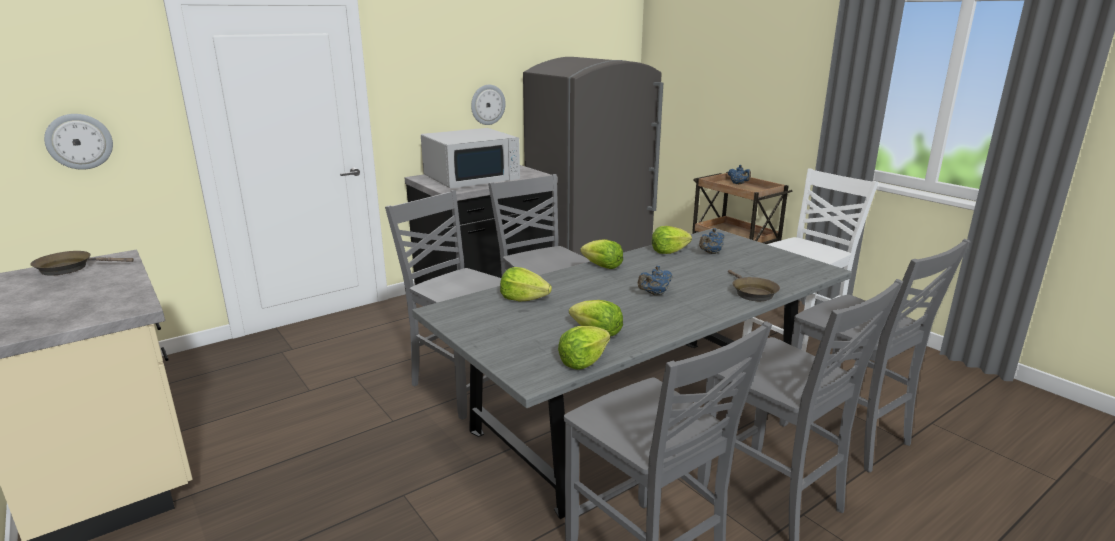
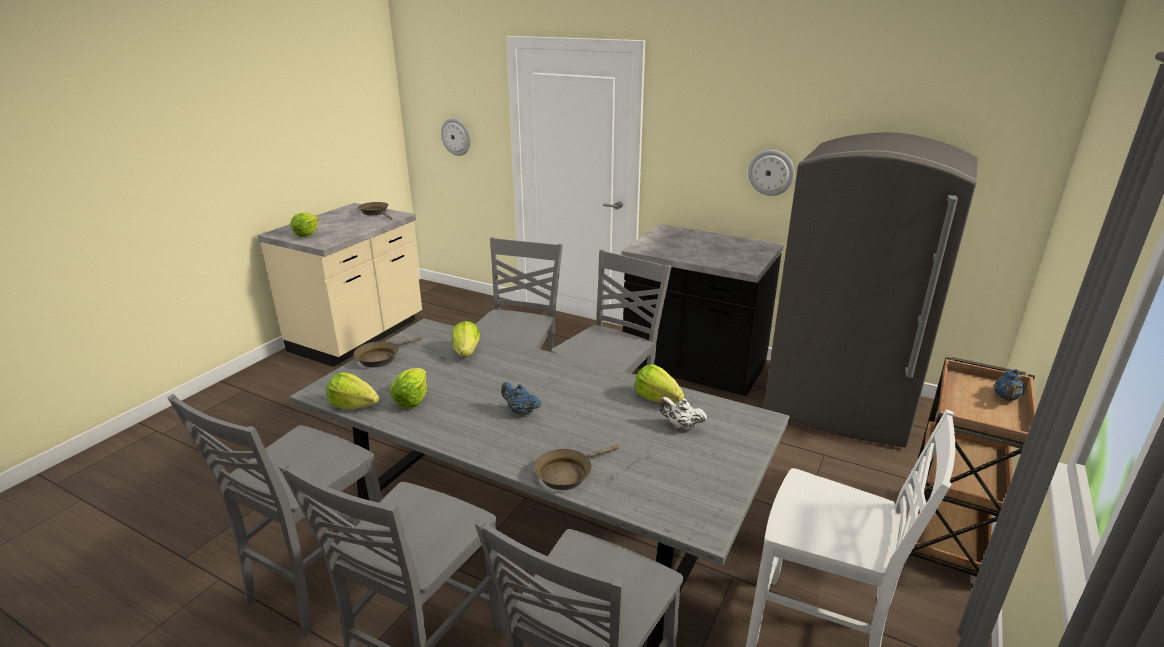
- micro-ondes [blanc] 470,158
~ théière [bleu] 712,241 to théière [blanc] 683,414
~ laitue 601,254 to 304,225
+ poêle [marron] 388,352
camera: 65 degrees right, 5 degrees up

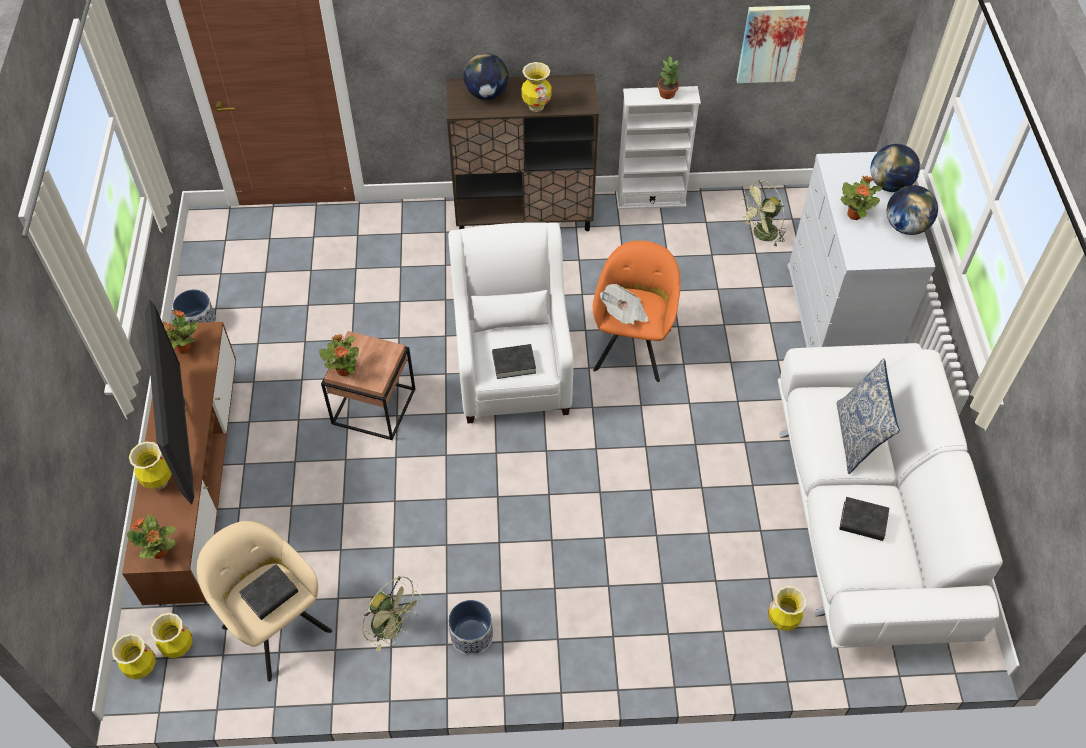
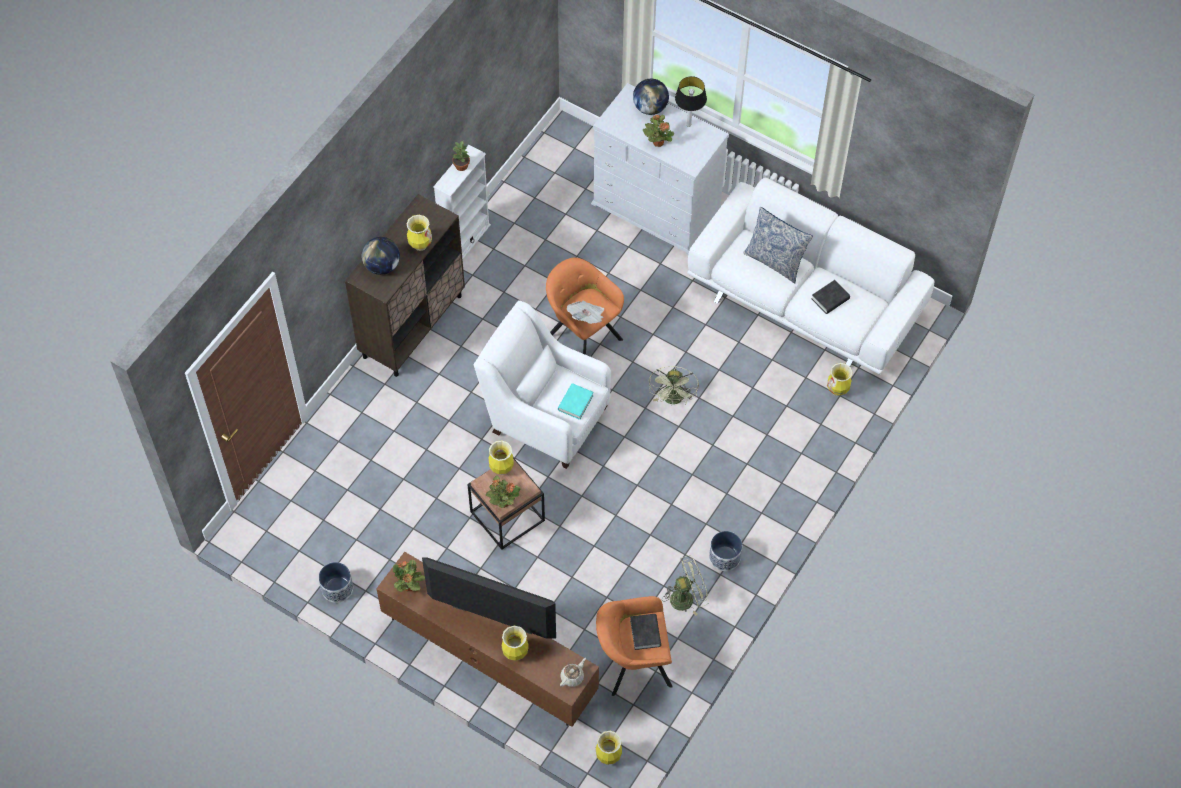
- tableau 773,44
~ ventilateur [vert] 763,213 to 674,386
~ globe 912,210 to lampe de table 691,101
~ livre [noir] 514,361 to livre [turquoise] 576,401
~ plante en pot 151,537 to théière [beige] 573,672
~ fauteuil [beige] 264,601 to fauteuil [orange] 634,646
~ vase 171,635 to 501,458
camera: 55 degrees left, 5 degrees up

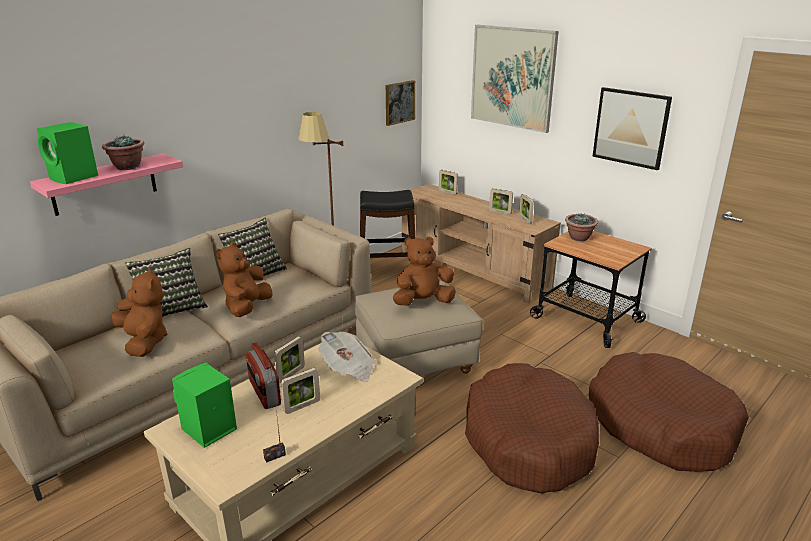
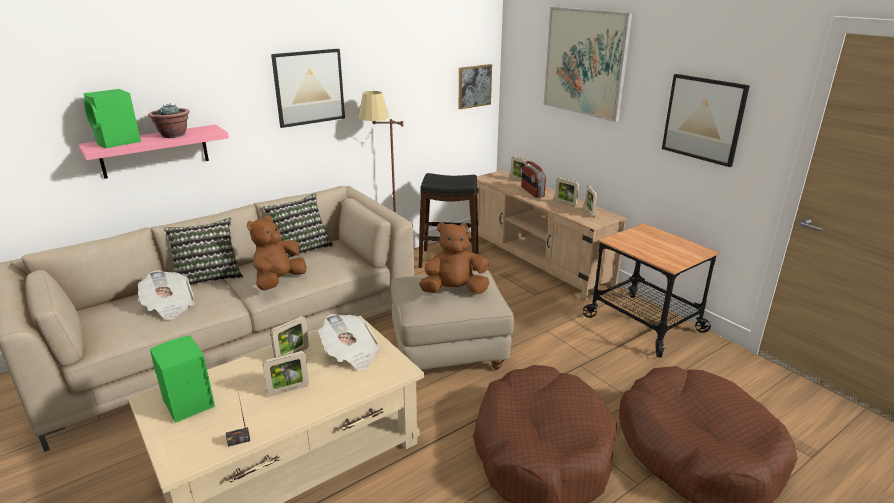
- plante en pot 581,227
~ peluche [marron] 139,312 to journal 166,295
~ radio 263,376 to 533,179
+ tableau 308,88
camera: 10 degrees right, 0 degrees up

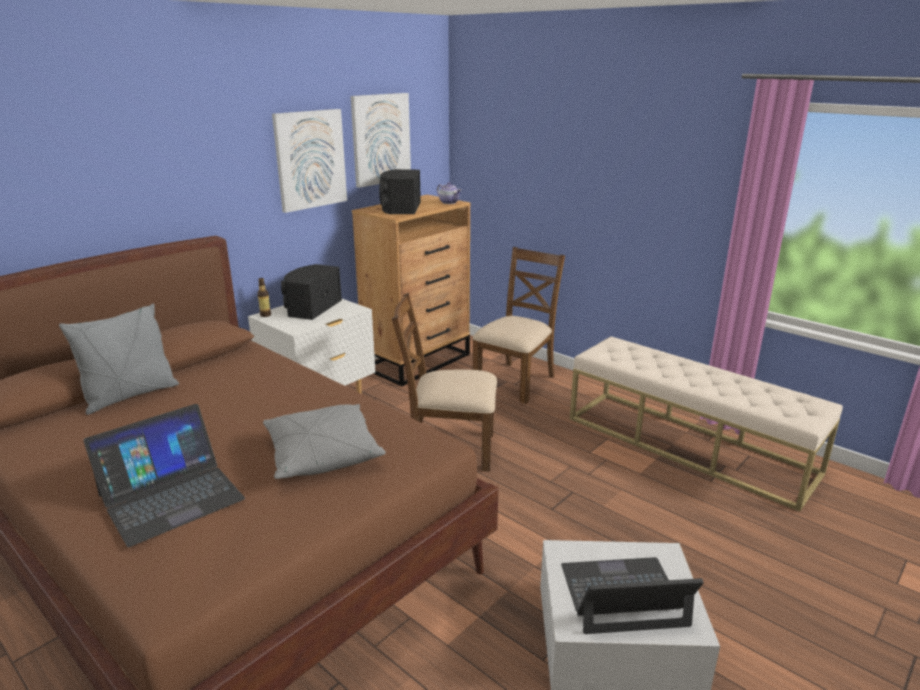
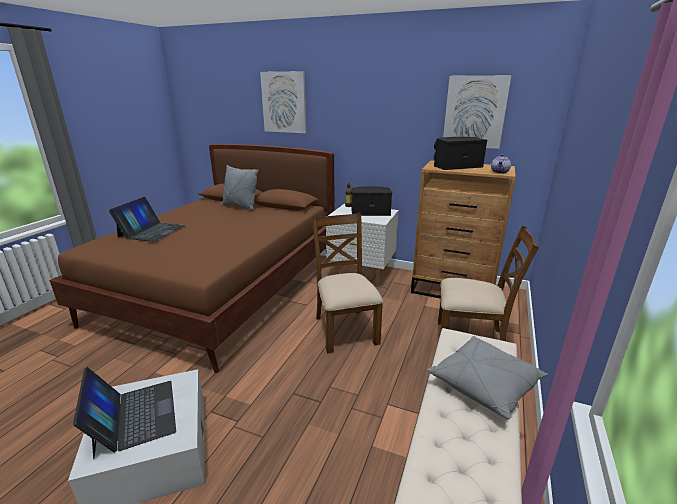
~ tableau 309,161 to 283,102
~ ordinateur portable 164,475 = 147,219 105 degrees counterclockwise
~ coussin [gris] 324,441 to 487,378
camera: 70 degrees right, 0 degrees up

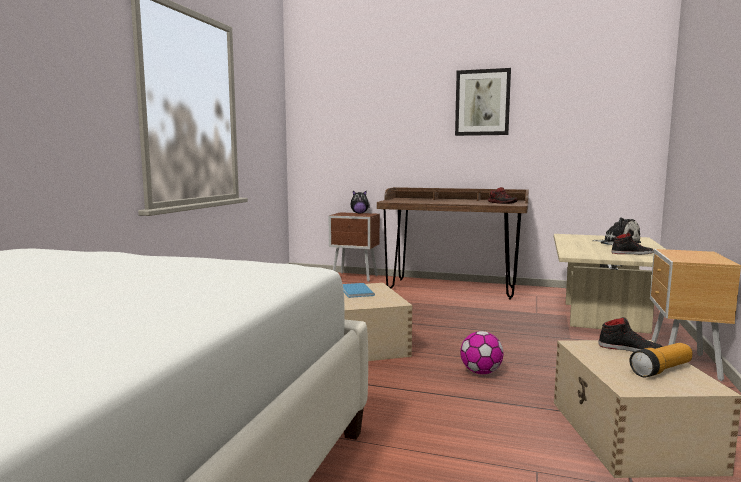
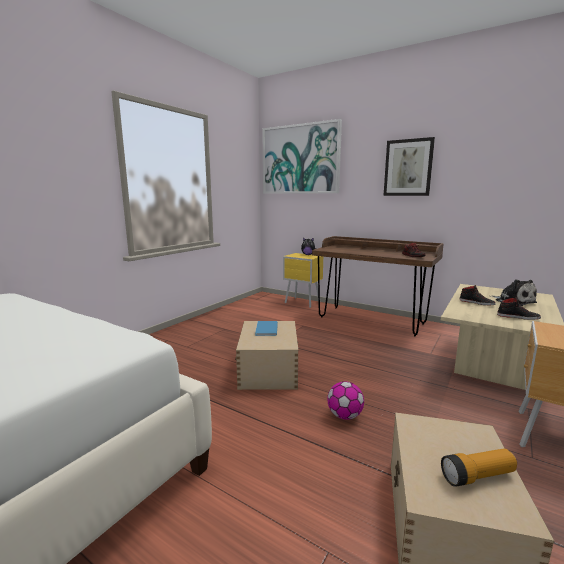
~ table de chevet [marron] 354,247 to table de chevet [jaune] 303,280
~ chaussure [noir] 630,334 to 477,295
+ tableau 302,156
camera: 15 degrees right, 5 degrees up

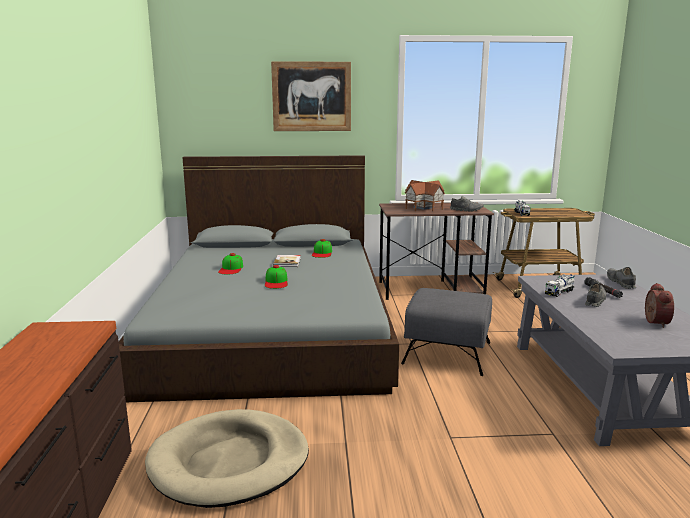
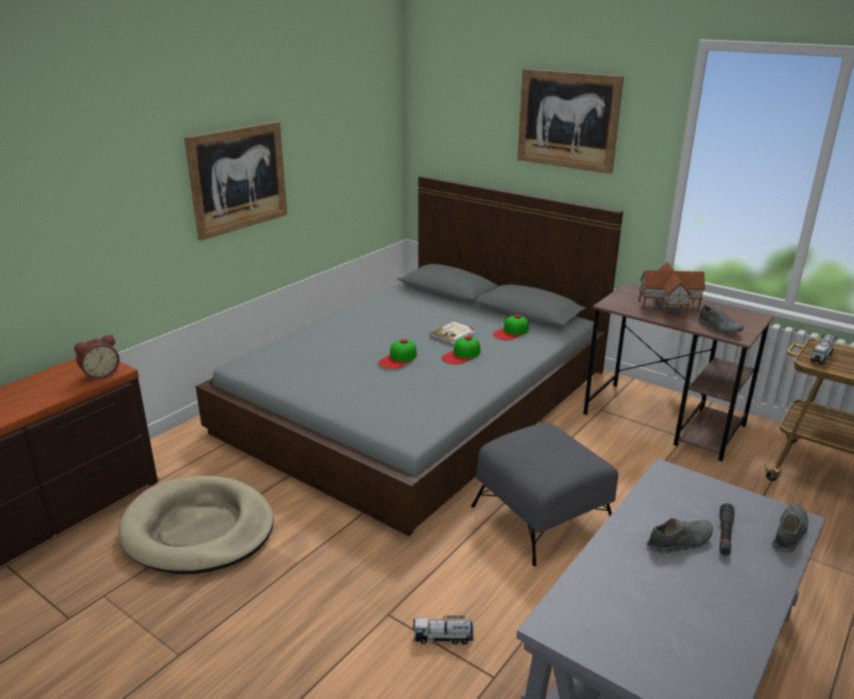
~ casquette 230,264 to 461,350
~ camion jouet 560,285 to 443,630
~ réveil 659,305 to 97,357
+ tableau 235,181
camera: 40 degrees right, 10 degrees up

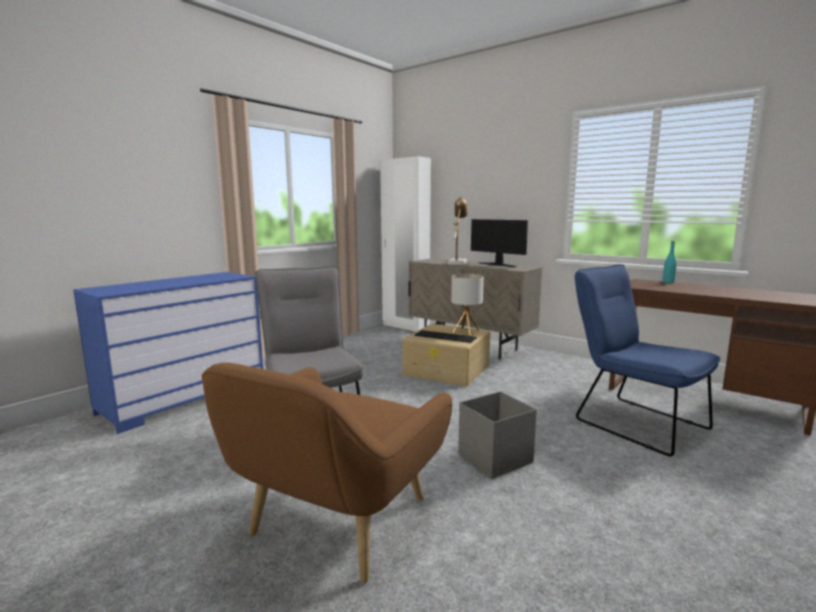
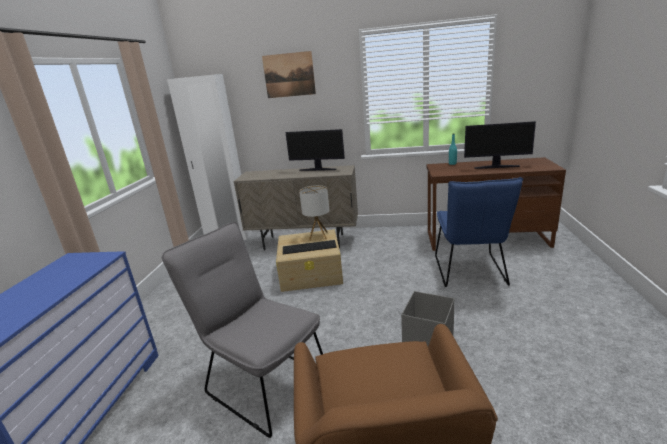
- lampe de table 458,231
~ chaise [bleu] 647,360 = 479,232 105 degrees counterclockwise
+ tableau 289,74
+ écran d'ordinateur 500,145
camera: 30 degrees left, 10 degrees up

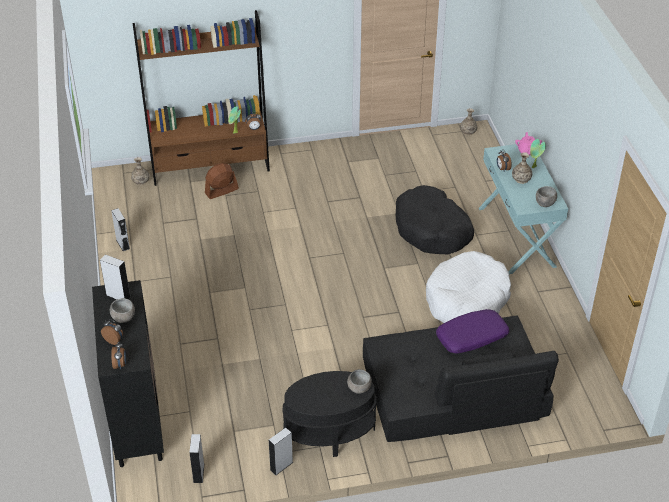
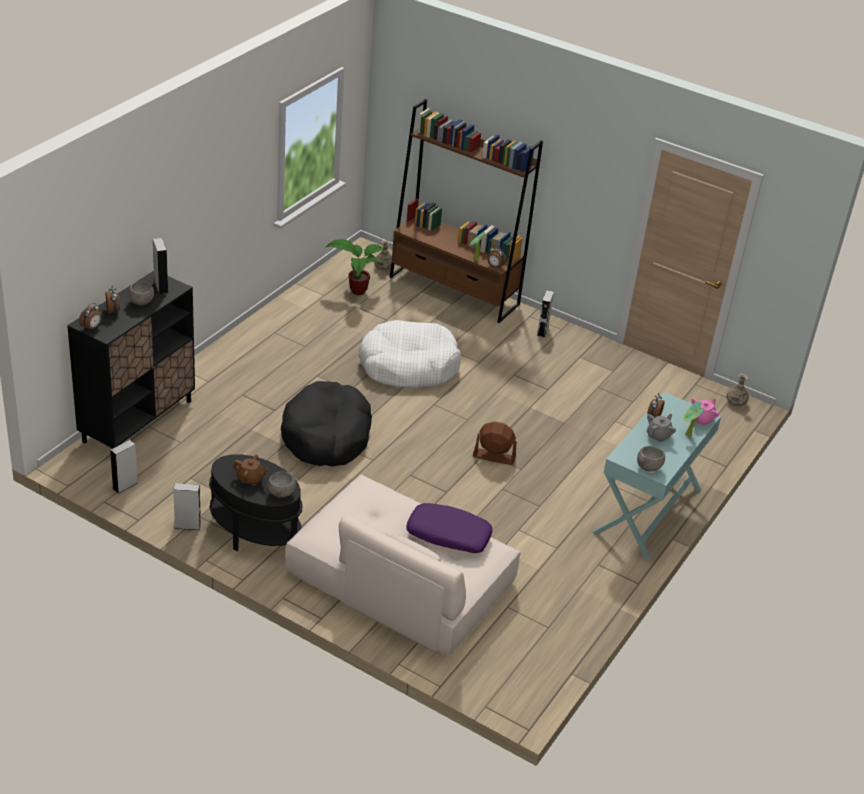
~ vase 522,168 to théière [gris] 661,428
~ ventilateur [marron] 222,181 to 495,443
~ panier pour chien [noir] 435,219 to 326,424
~ enceinte [gris] 120,229 to 545,314
~ panier pour chien [blanc] 468,287 to 409,354
~ canapé [noir] 461,378 to canapé [beige] 402,565
+ plante en pot 355,267
+ théière [marron] 251,470
camera: 40 degrees right, 5 degrees down

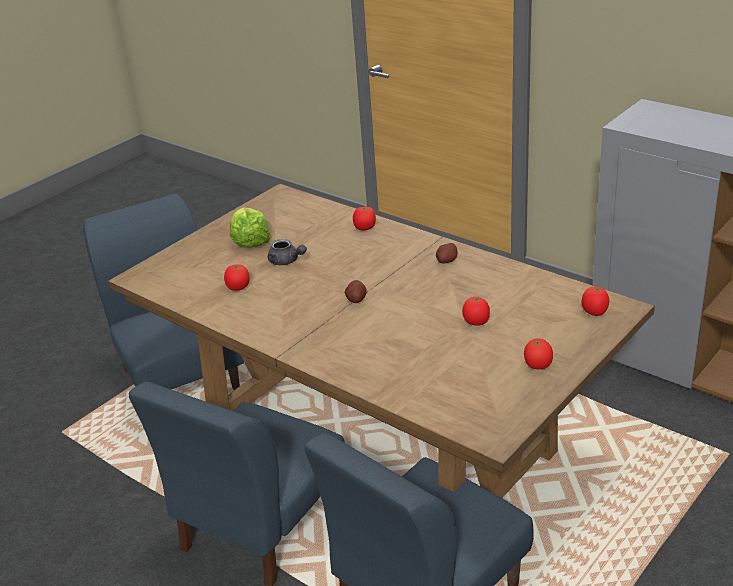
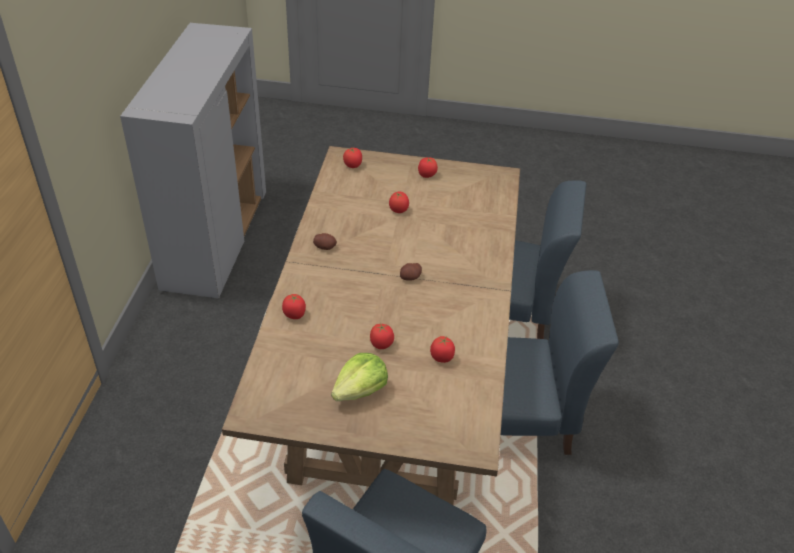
~ théière [gris] 287,252 to tomate 382,336
camera: 125 degrees left, 10 degrees up

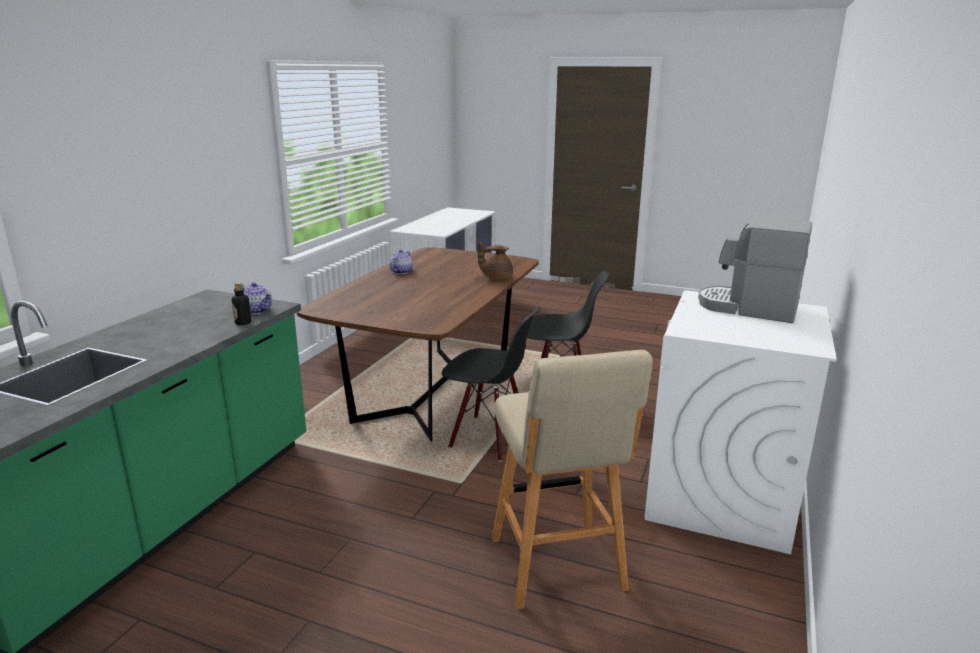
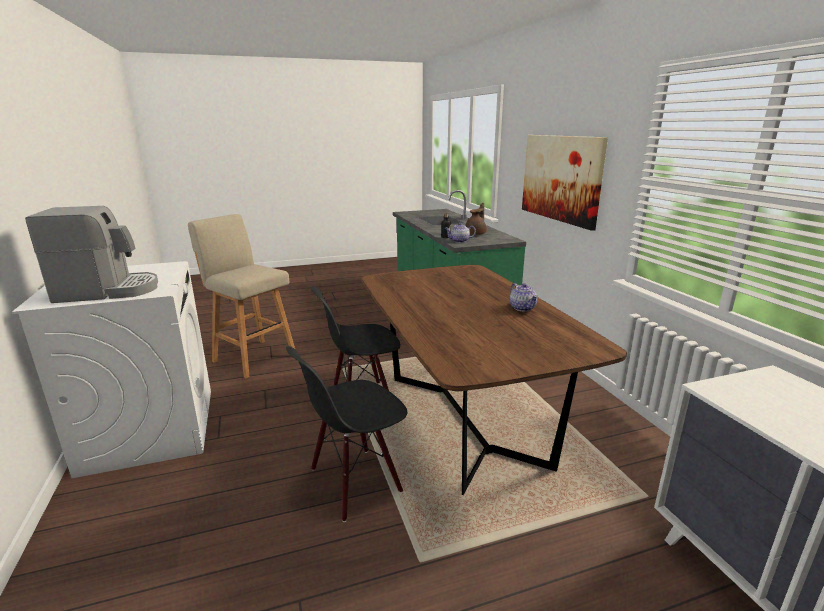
~ théière [marron] 495,261 to 476,219
+ tableau 565,183
camera: 140 degrees right, 0 degrees up

